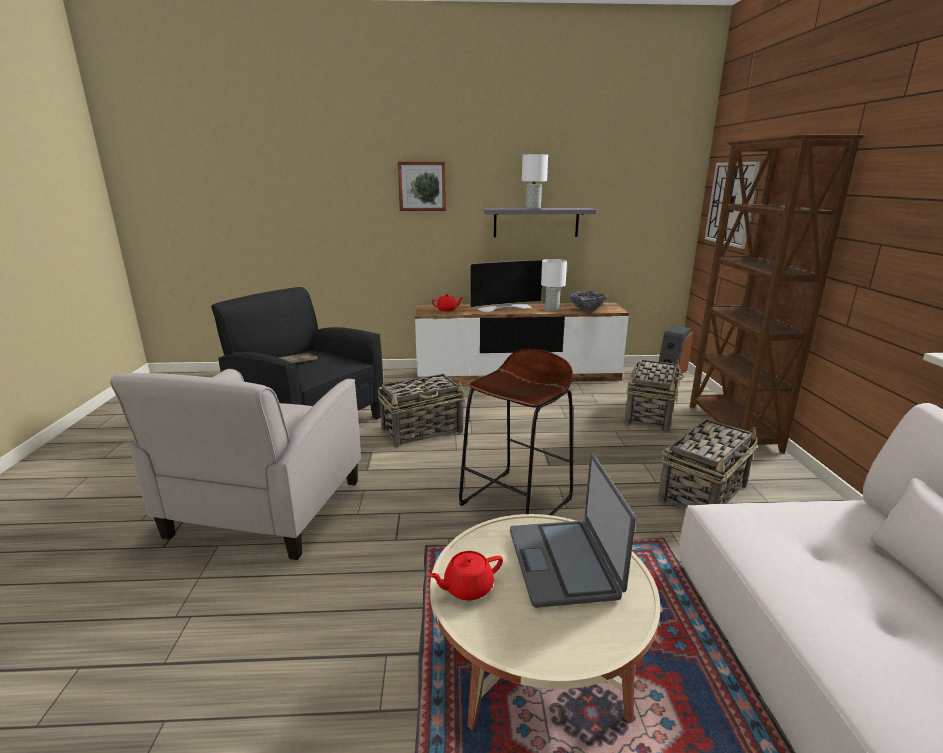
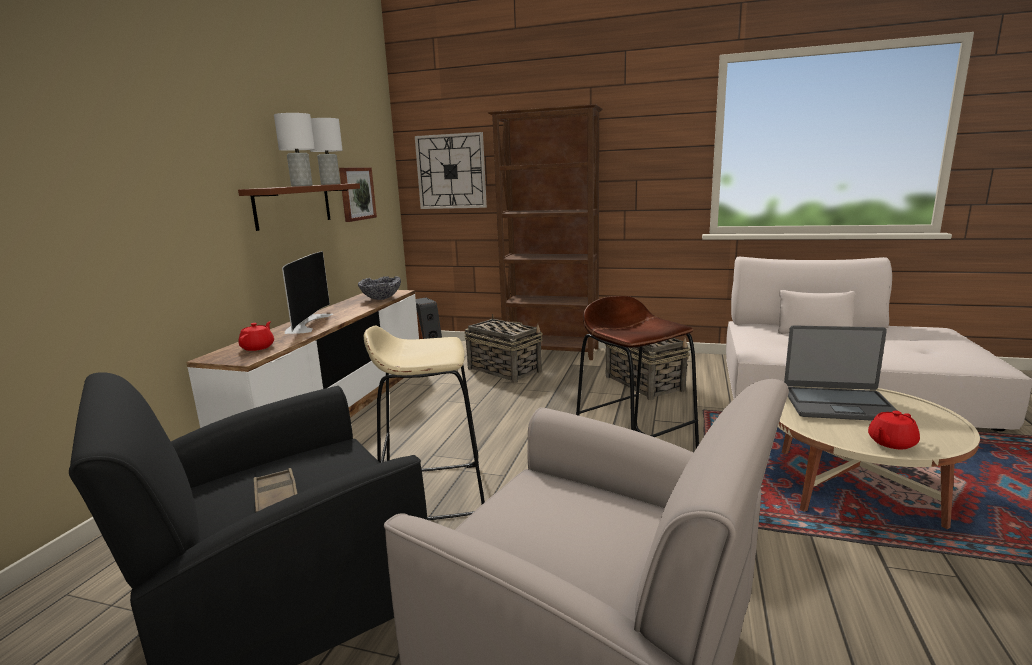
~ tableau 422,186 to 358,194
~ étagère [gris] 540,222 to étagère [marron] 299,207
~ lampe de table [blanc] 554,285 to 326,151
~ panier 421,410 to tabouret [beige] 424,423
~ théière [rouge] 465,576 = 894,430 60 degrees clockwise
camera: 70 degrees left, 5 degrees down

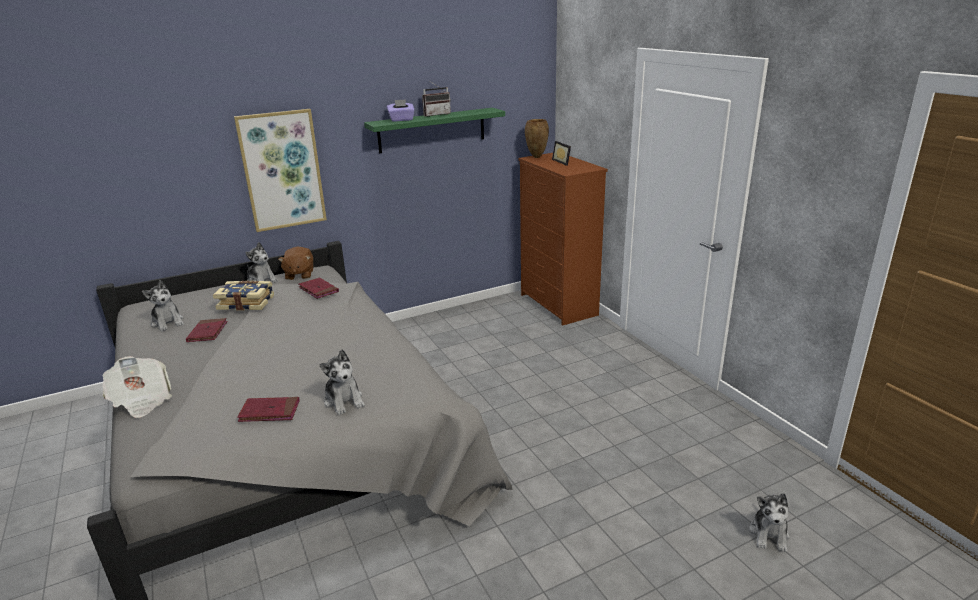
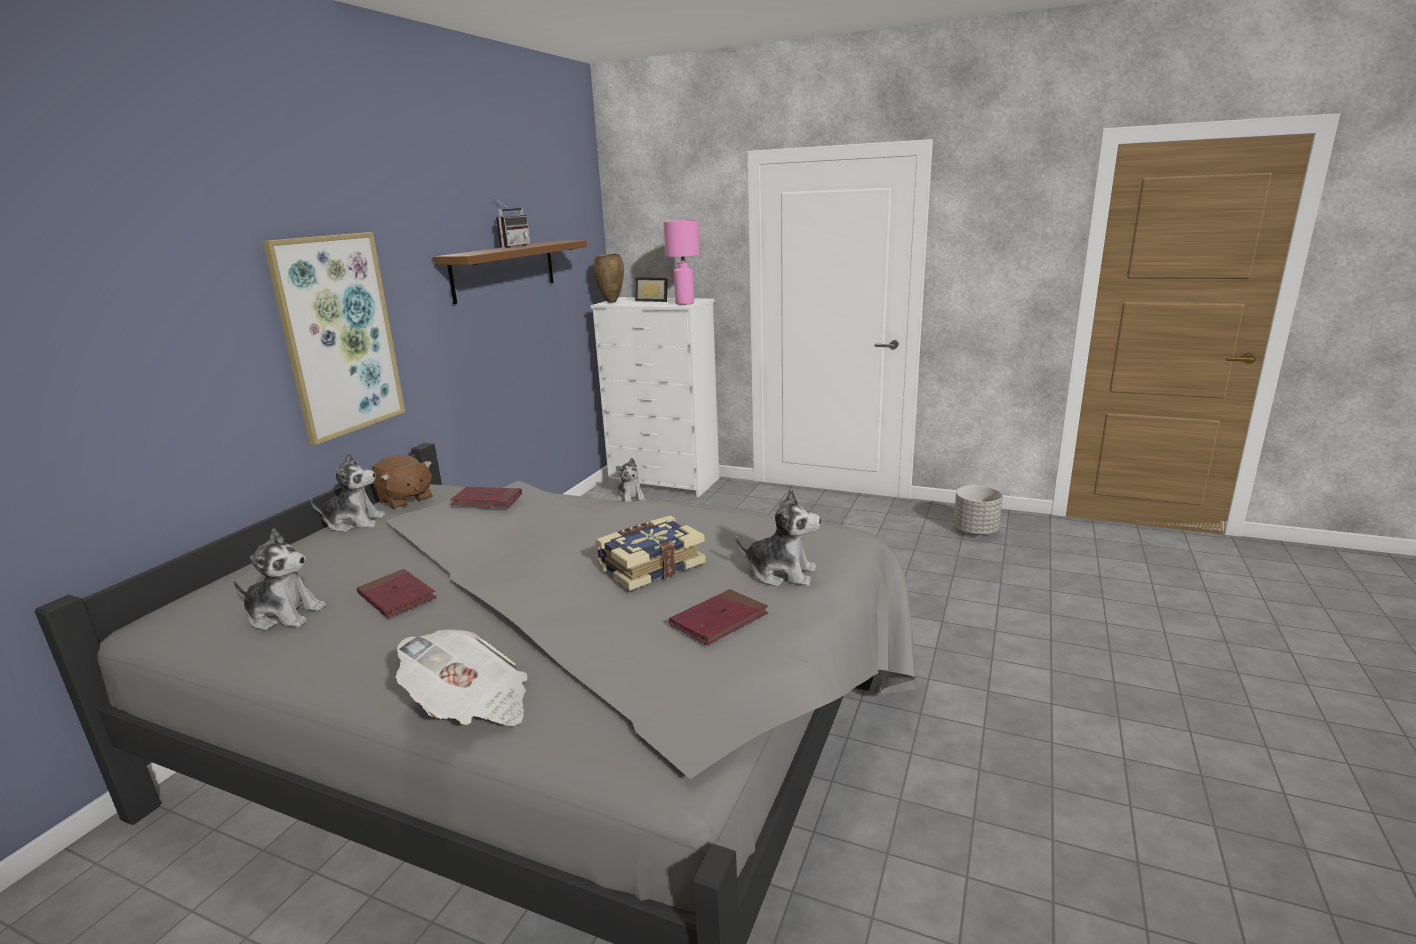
- boîte à mouchoirs [violet] 401,110
~ étagère [vert] 434,130 to étagère [marron] 510,272
~ commode [marron] 563,239 to commode [blanc] 655,397
~ livre 243,295 to 650,553
~ peluche 769,522 to 631,479
+ lampe de table [rose] 681,262
+ cache-pot [gris] 978,510
camera: 40 degrees left, 5 degrees down

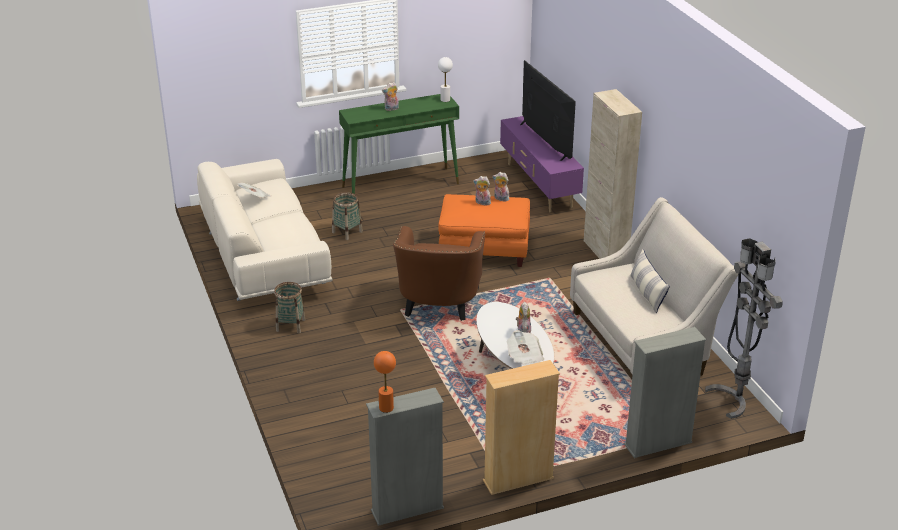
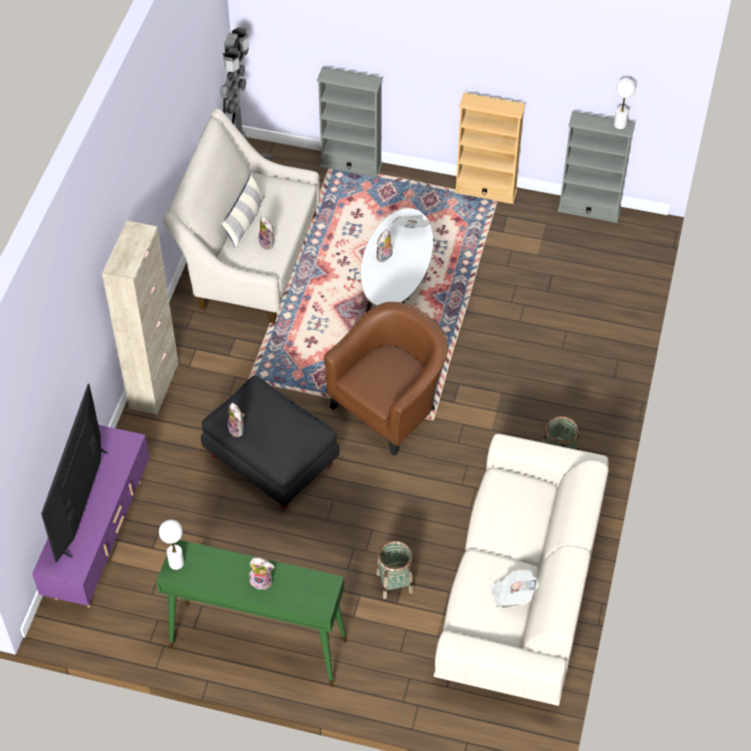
~ peluche 482,190 to 266,232
~ pouf [orange] 484,230 to pouf [noir] 270,443
~ lampe de table [orange] 385,382 to lampe de table [blanc] 625,103
camera: 145 degrees left, 20 degrees up

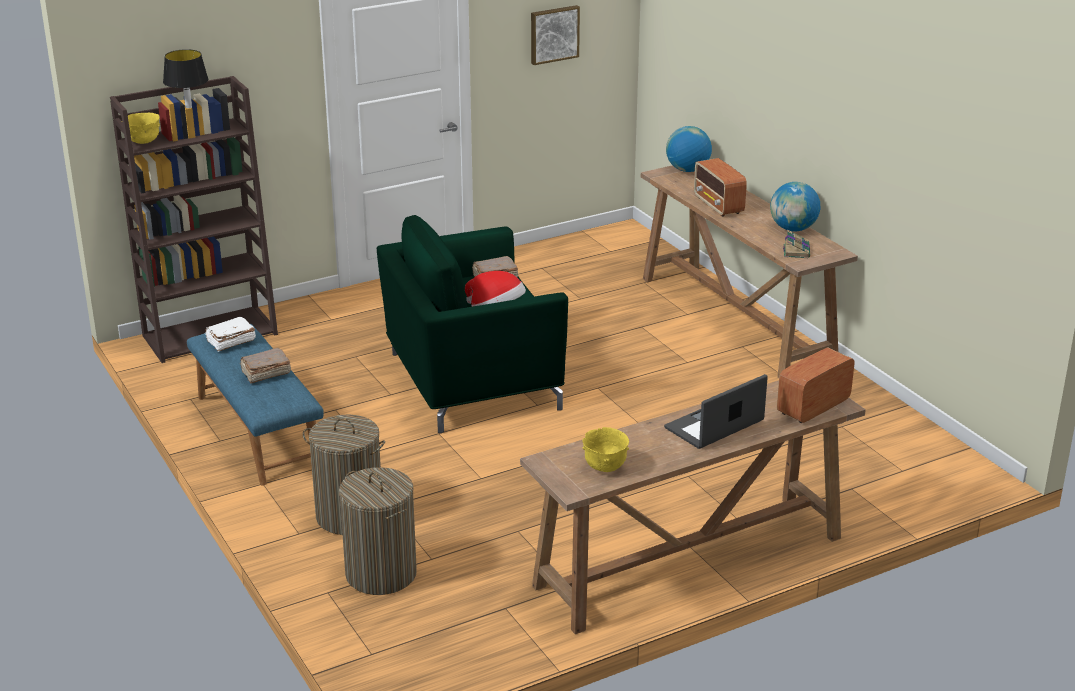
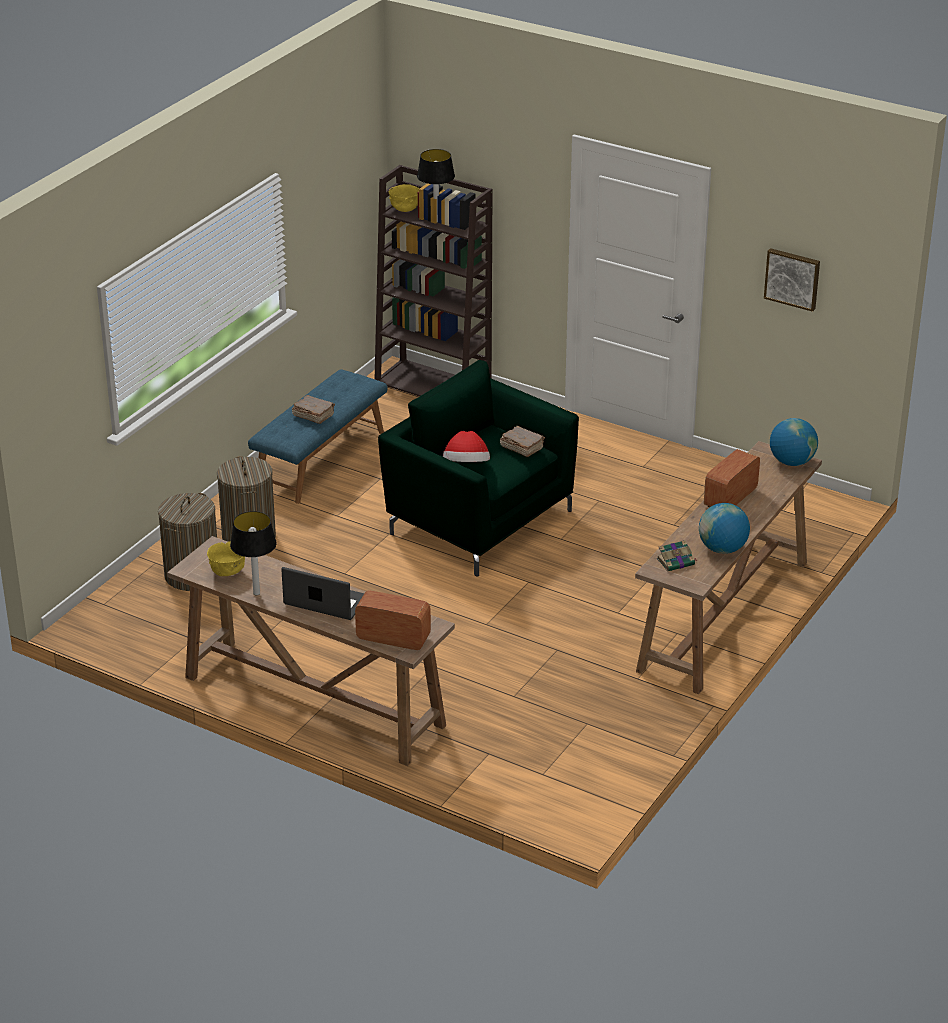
- livre [blanc] 230,334
+ lampe de table 253,553
camera: 60 degrees right, 5 degrees up

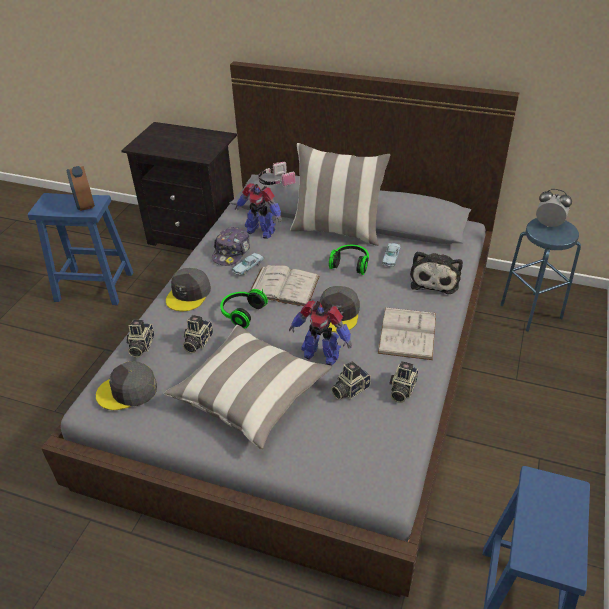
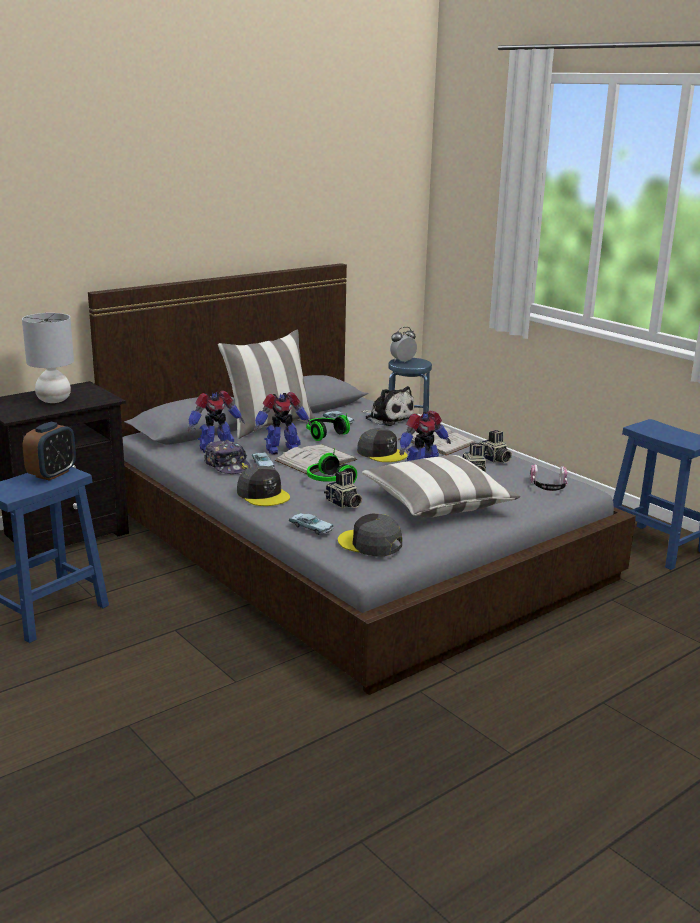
~ casque audio 276,174 to 548,477
~ réveil 80,188 = 49,451 75 degrees counterclockwise
~ appareil photo 140,339 to petite voiture [bleu] 311,524
~ casquette [gris] 126,385 = 370,535 105 degrees clockwise
+ lampe de table [gris] 48,358
+ robot jouet 282,423
camera: 60 degrees left, 20 degrees down

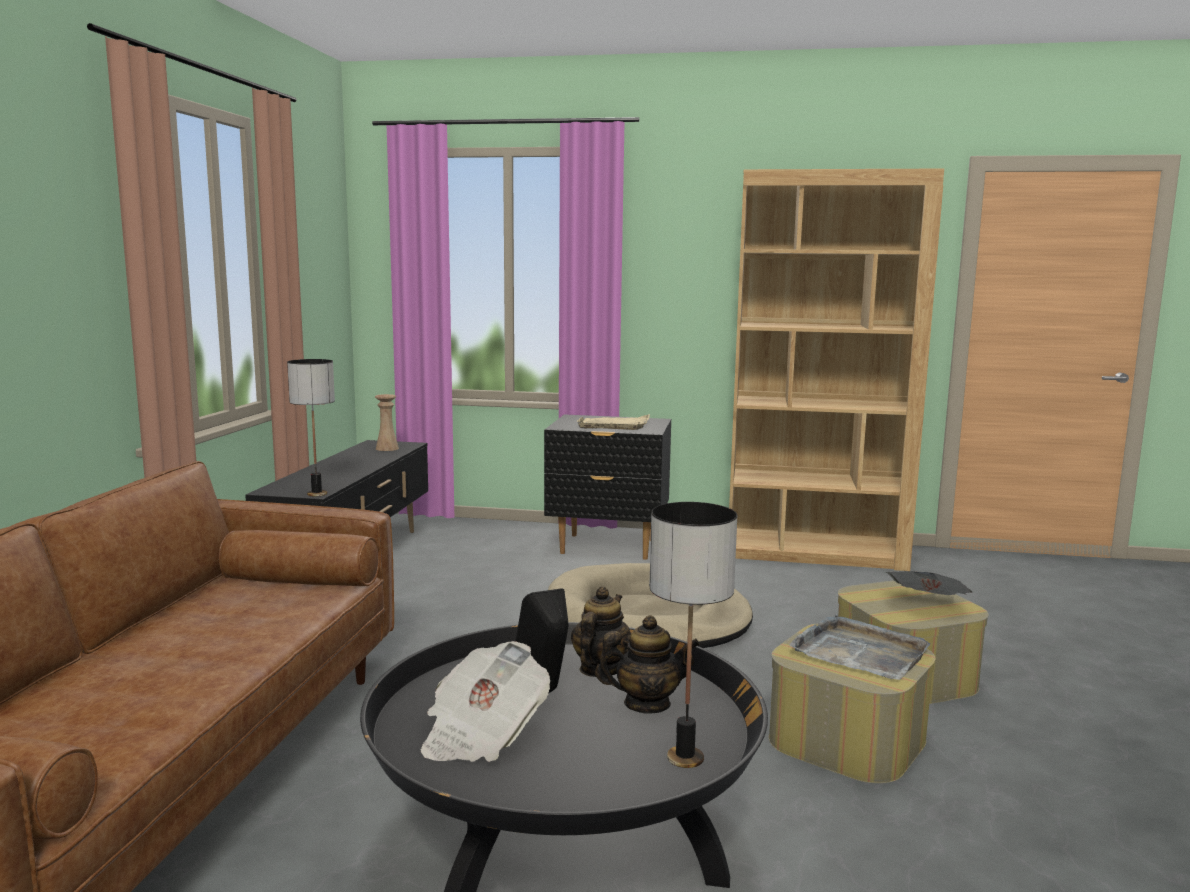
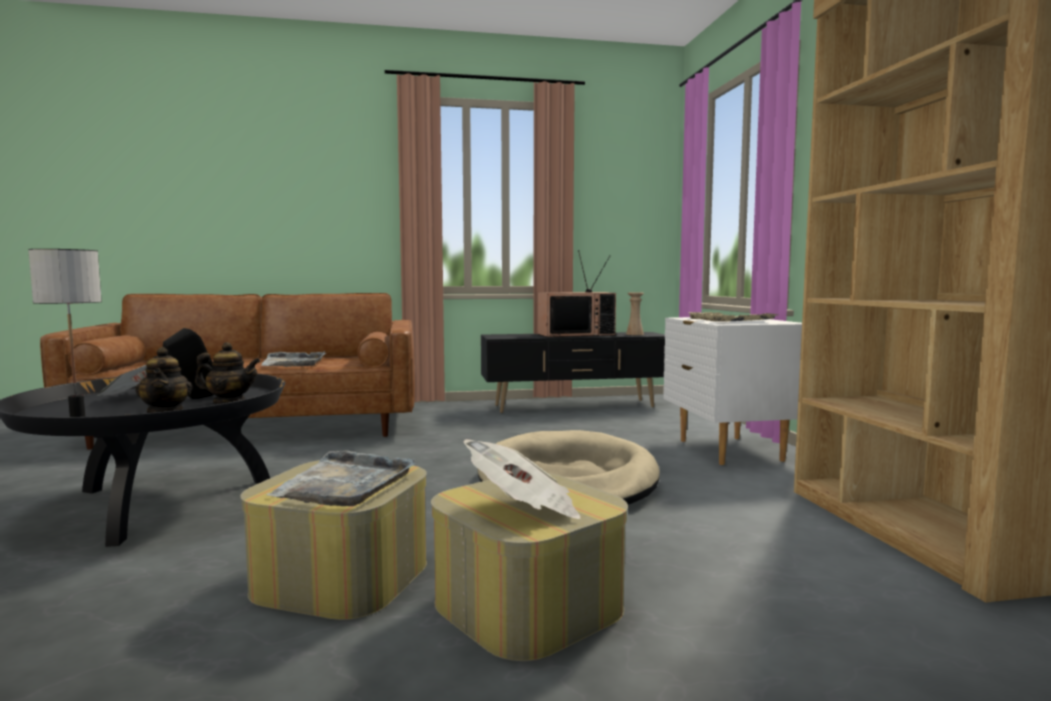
- lampe de table 311,428
~ table de chevet [noir] 607,487 to table de chevet [blanc] 732,391
+ téléviseur 576,293
+ plateau [gris] 293,359
camera: 70 degrees right, 5 degrees down

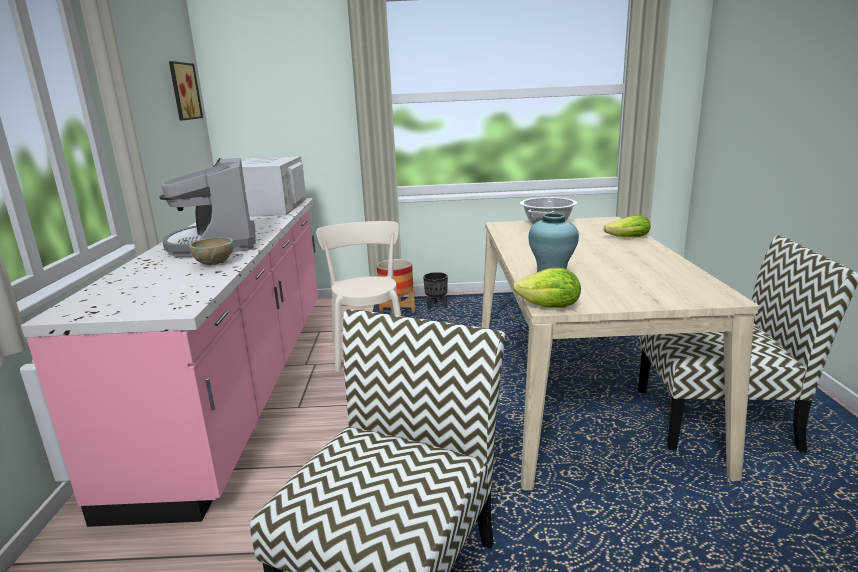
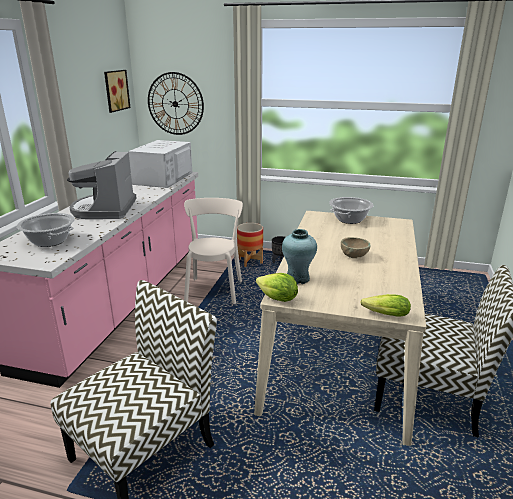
~ laitue 627,226 to 385,305
~ bol [beige] 211,251 to 355,247
+ horloge murale 176,103
+ marmite 46,230
camera: 15 degrees right, 5 degrees up

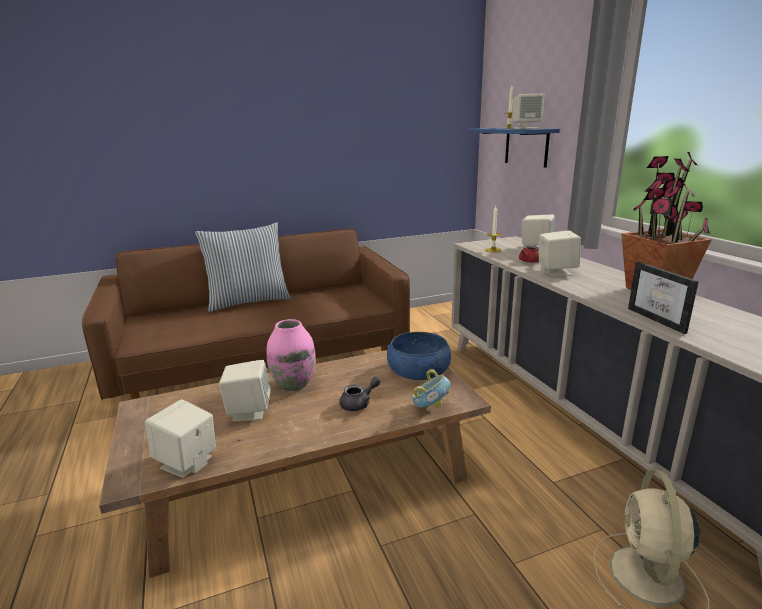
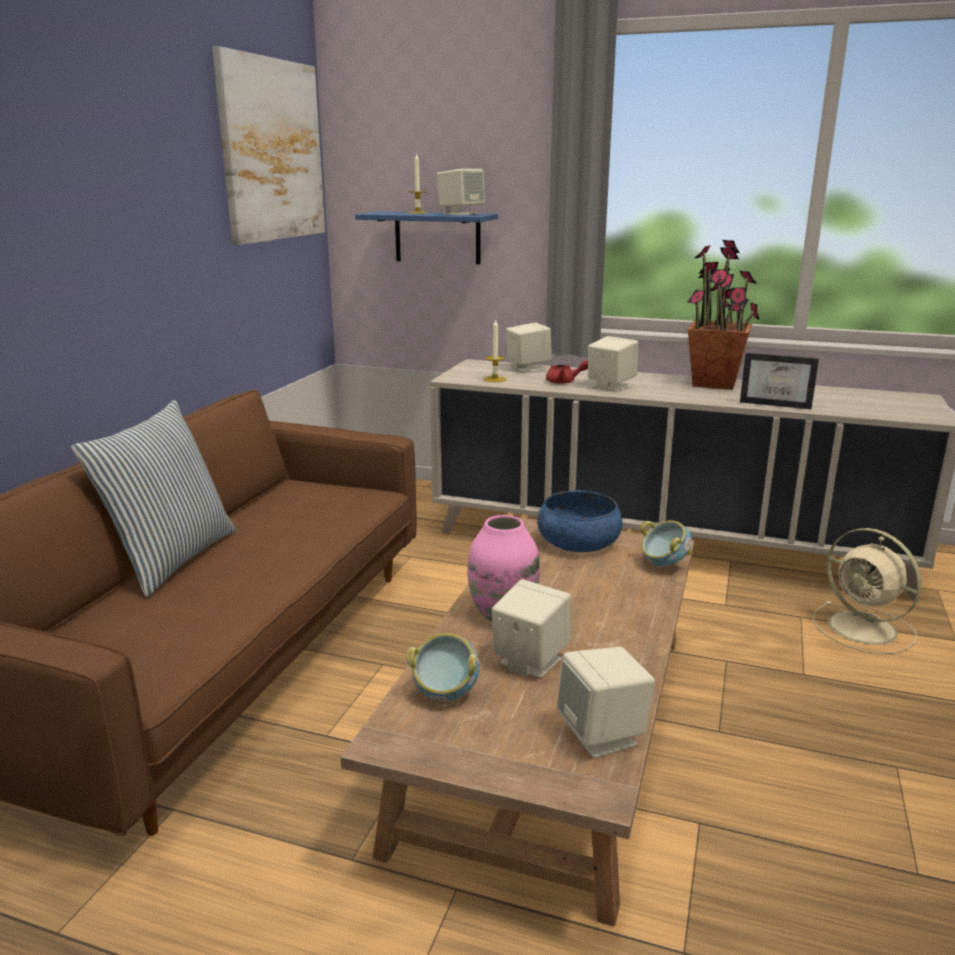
- théière [gris] 360,394
+ tableau 268,145
+ bol 443,667
camera: 50 degrees left, 0 degrees up

